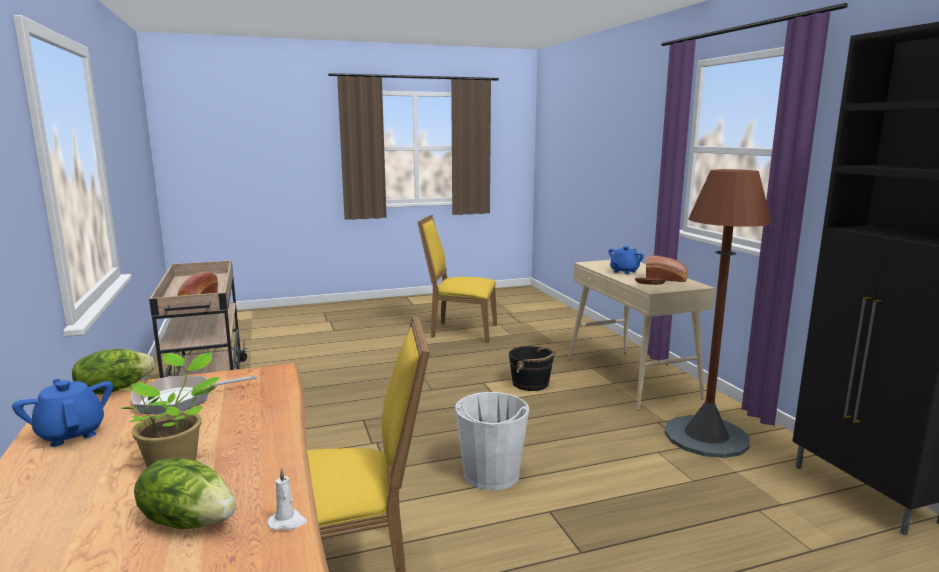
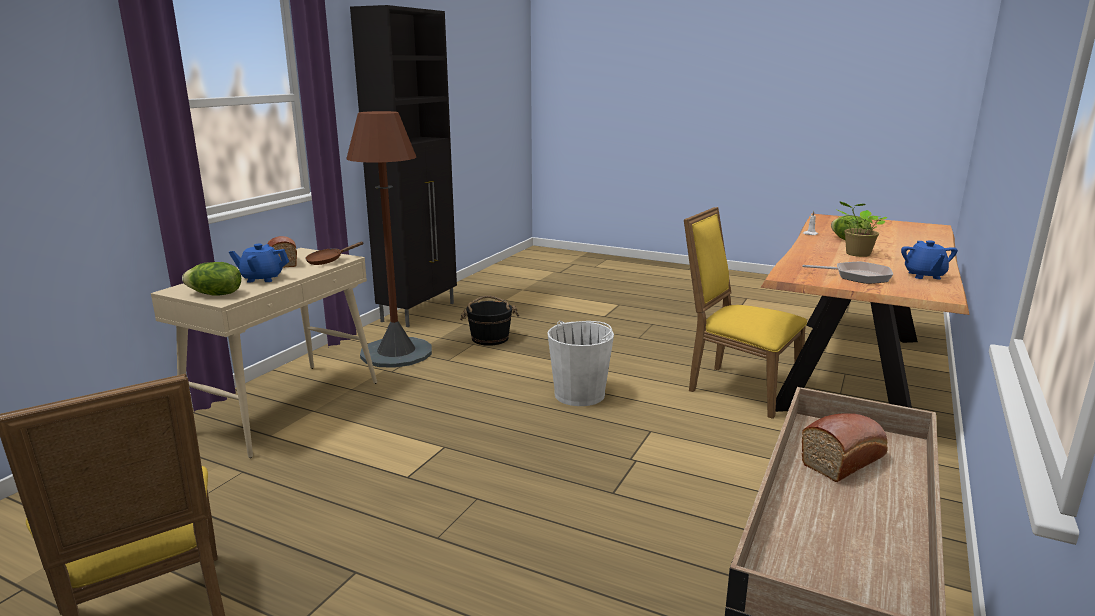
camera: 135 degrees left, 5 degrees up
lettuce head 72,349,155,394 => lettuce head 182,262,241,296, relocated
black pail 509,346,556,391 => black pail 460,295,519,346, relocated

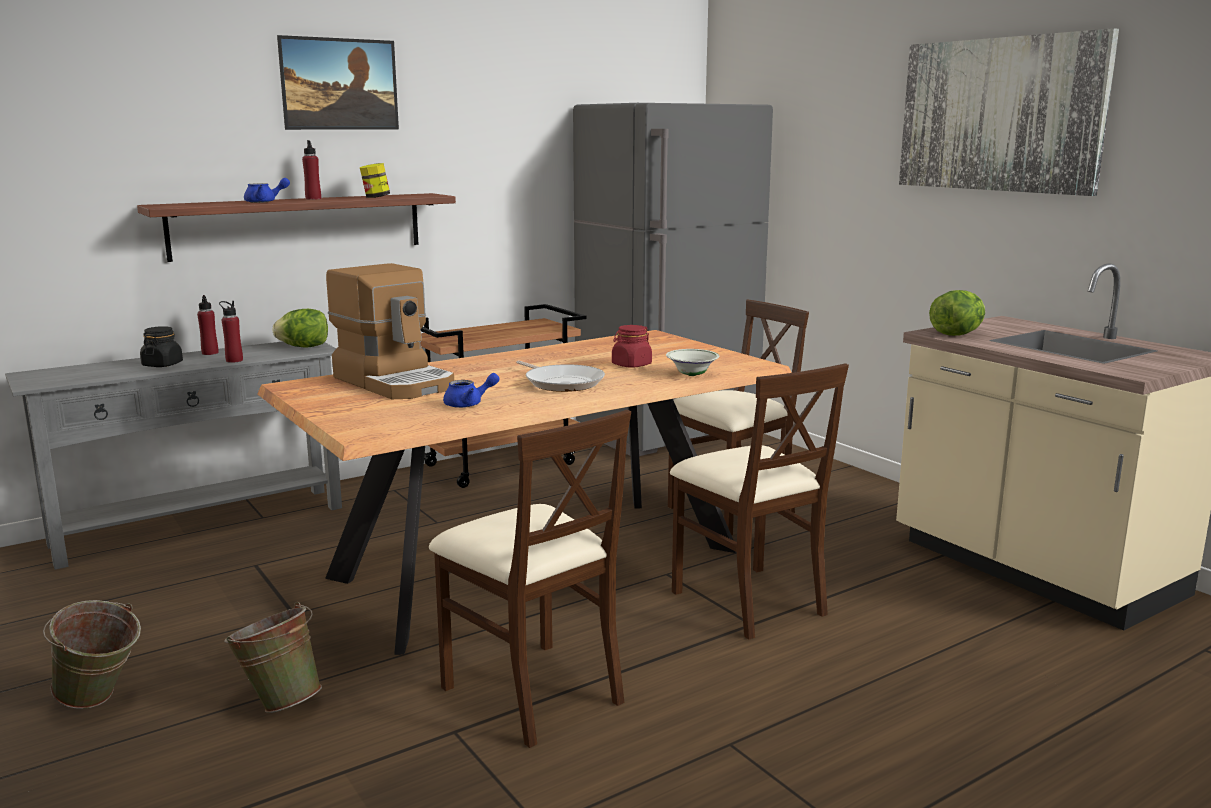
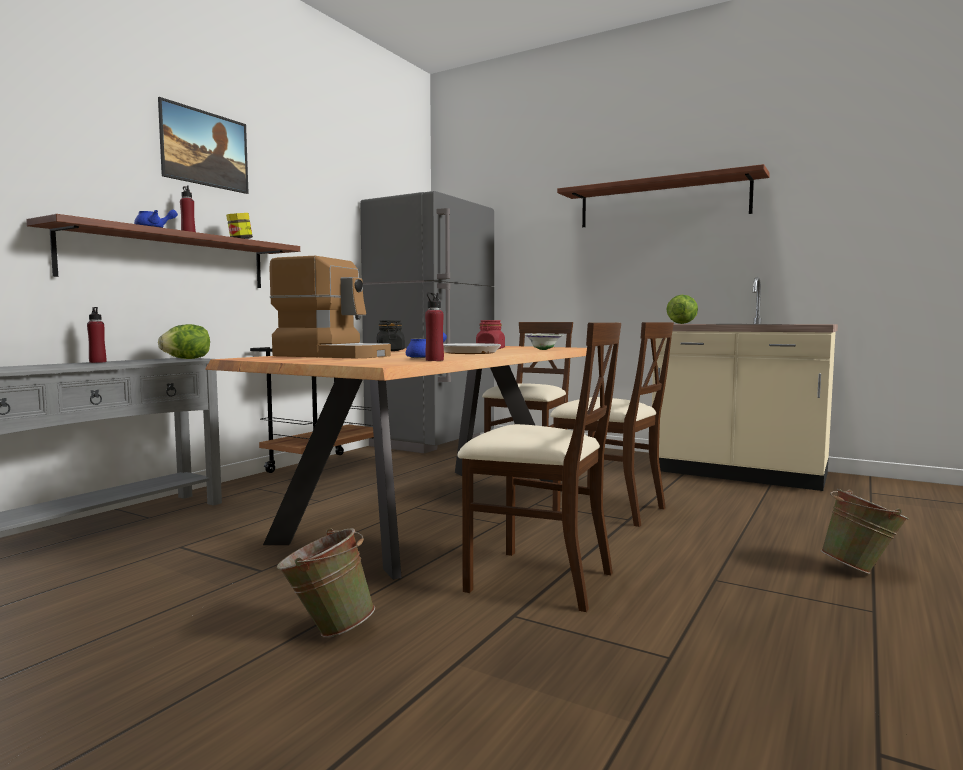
camera: 25 degrees left, 10 degrees down
green pail 43,600,141,709 => green pail 821,489,909,574, relocated
black jar 140,326,183,367 => black jar 377,320,405,351, relocated
red-coloured beverage bottle 219,301,243,363 => red-coloured beverage bottle 425,292,444,361, relocated
wall art 899,28,1119,196 => shelf 557,164,770,227

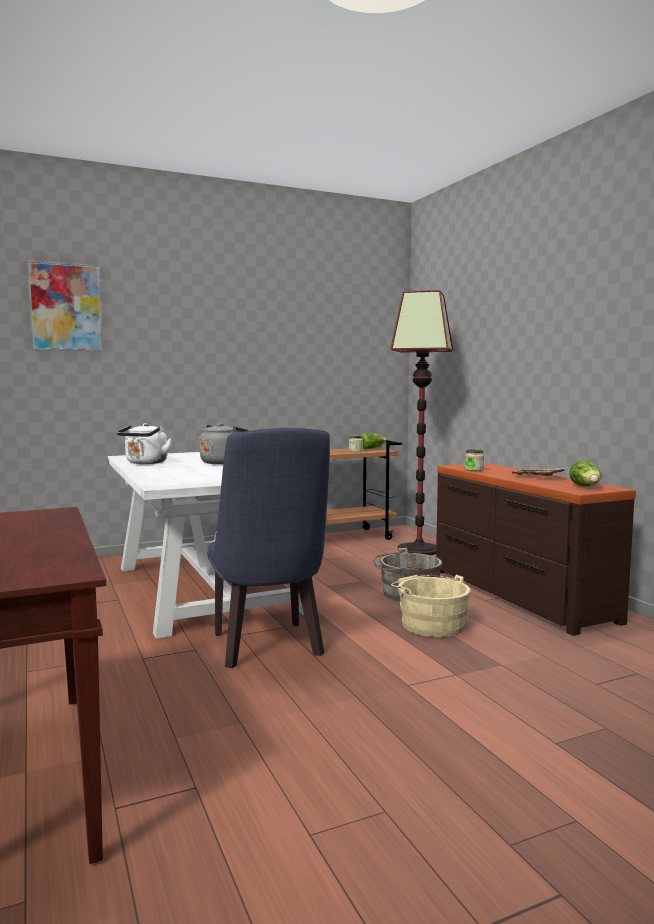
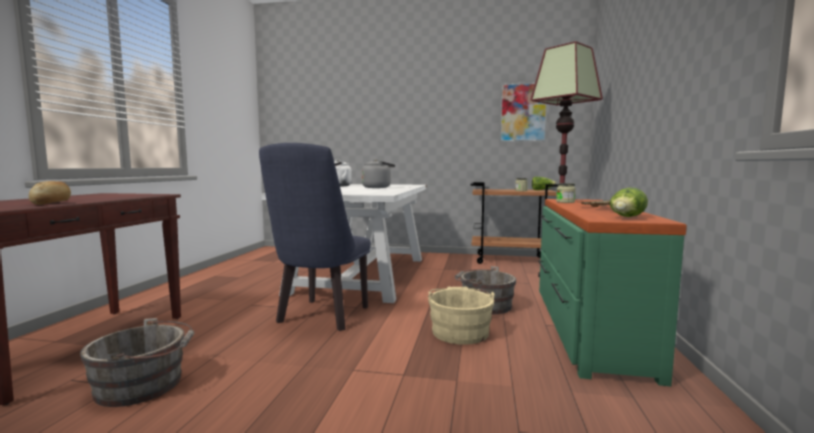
camera: 35 degrees right, 0 degrees up
nothing => baked bread 29,181,71,205
nothing => grey pail 80,318,194,407
wall art 27,260,103,351 => wall art 500,82,547,142, relocated
brown-coloured dresser 436,463,636,636 => green dresser 538,199,687,386

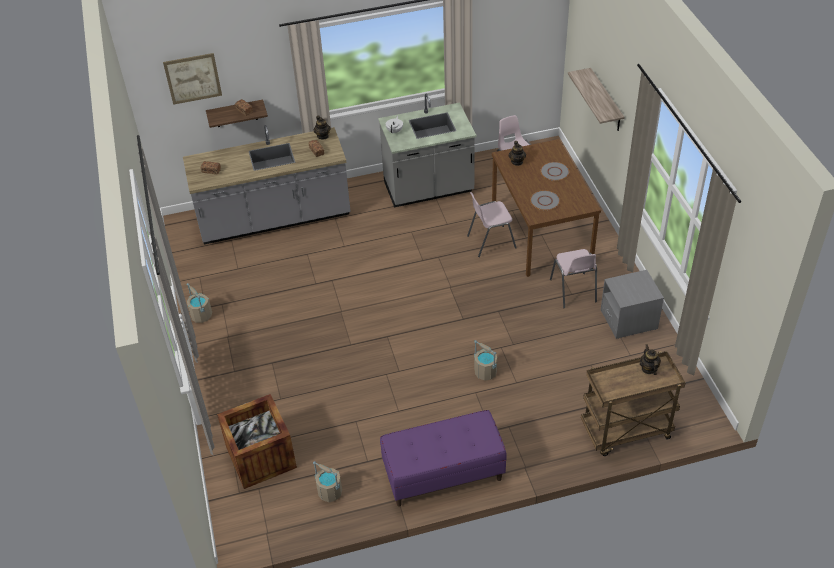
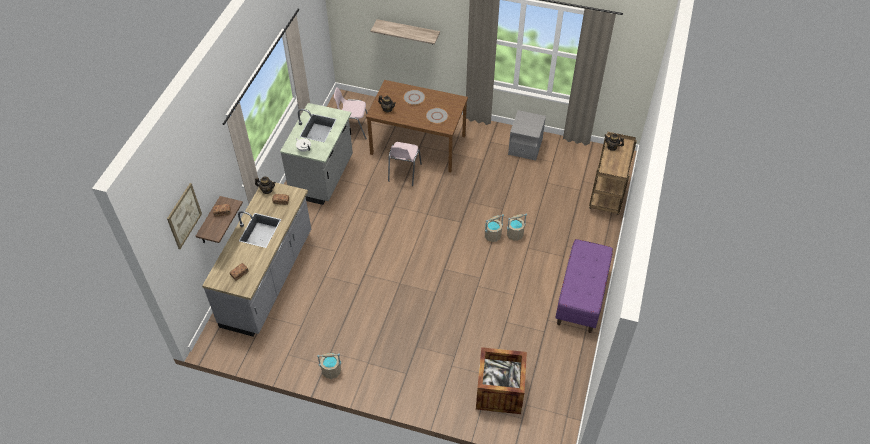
camera: 60 degrees left, 5 degrees up
pink-coloured chair 550,249,597,308 => nothing
beige pail 313,461,342,502 => beige pail 485,214,504,242, relocated

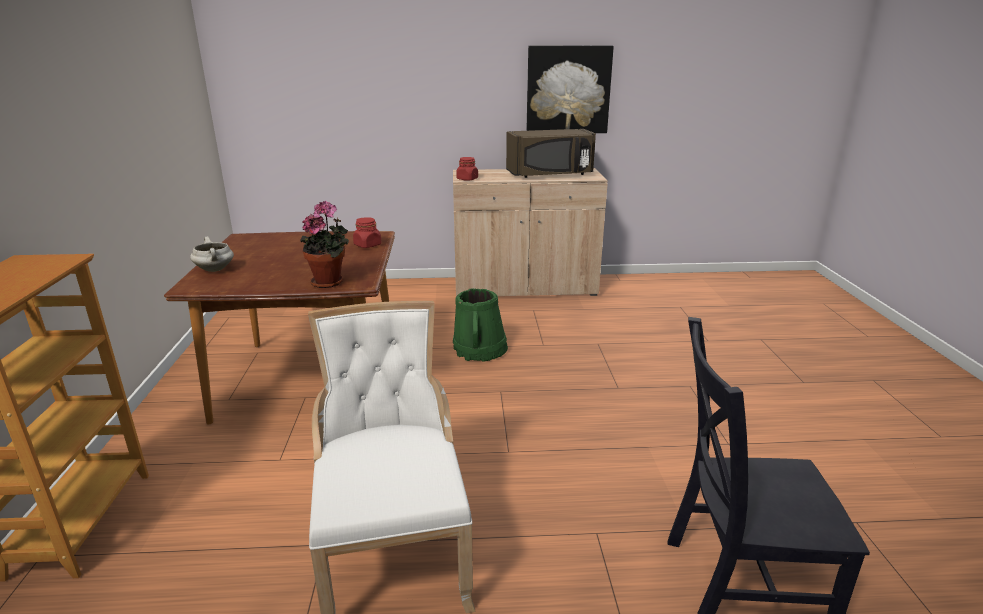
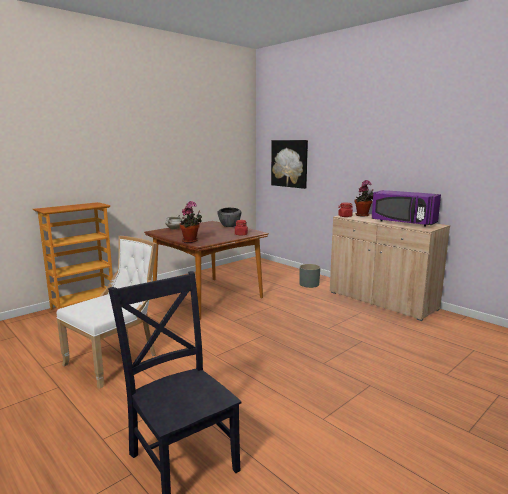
camera: 50 degrees right, 10 degrees down
green pail 453,288,508,361 => nothing
nothing => serving bowl 217,208,242,227
nothing => grey planter 300,264,320,288
nothing => houseplant 355,180,373,217
wall art 526,45,614,133 => wall art 271,140,308,189, relocated
brown-coloured microwave 506,129,596,178 => purple microwave 372,190,441,227

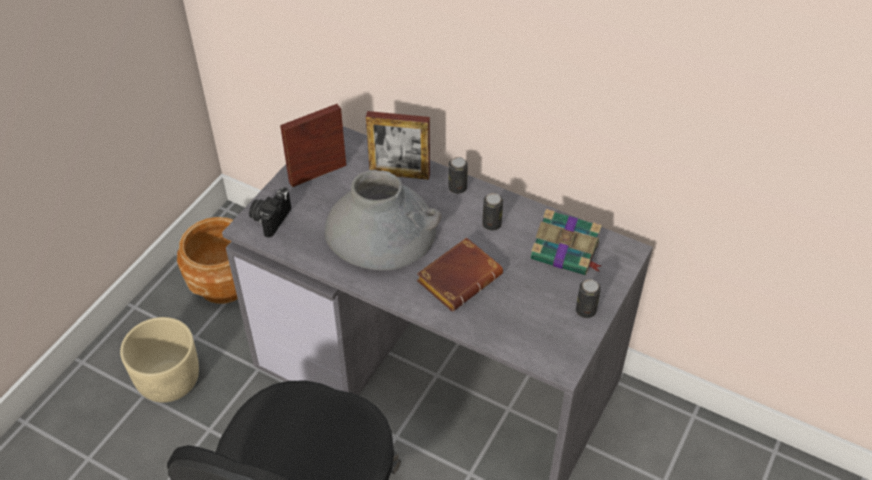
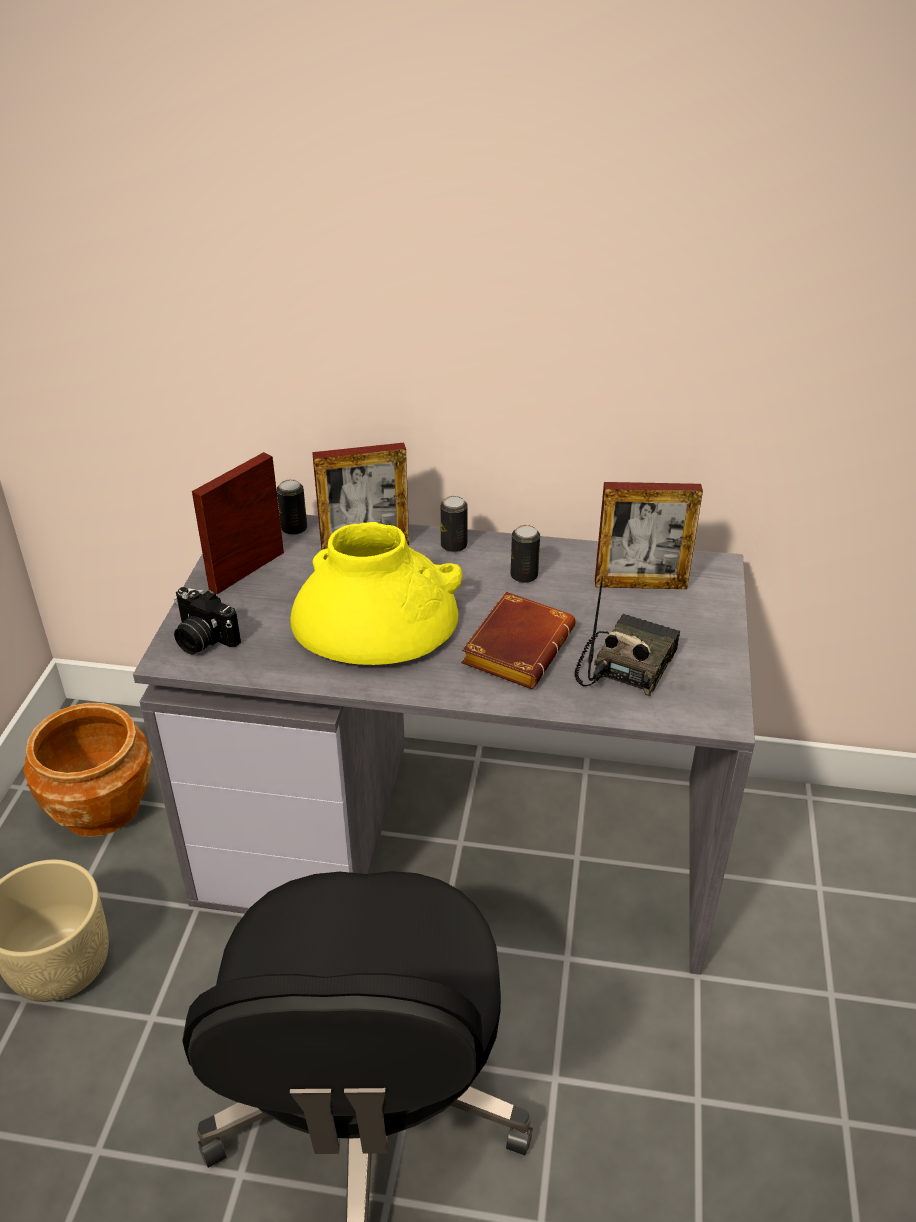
camera: 20 degrees left, 10 degrees down
nothing => radio receiver 574,576,680,696
can 576,279,601,318 => can 277,479,307,535, relocated
volume 531,209,602,275 => picture frame 595,482,703,589
grey vase 325,170,441,270 => yellow-coloured vase 290,522,462,665
photo camera 249,187,291,238 => photo camera 174,587,241,655, 60 degrees counterclockwise

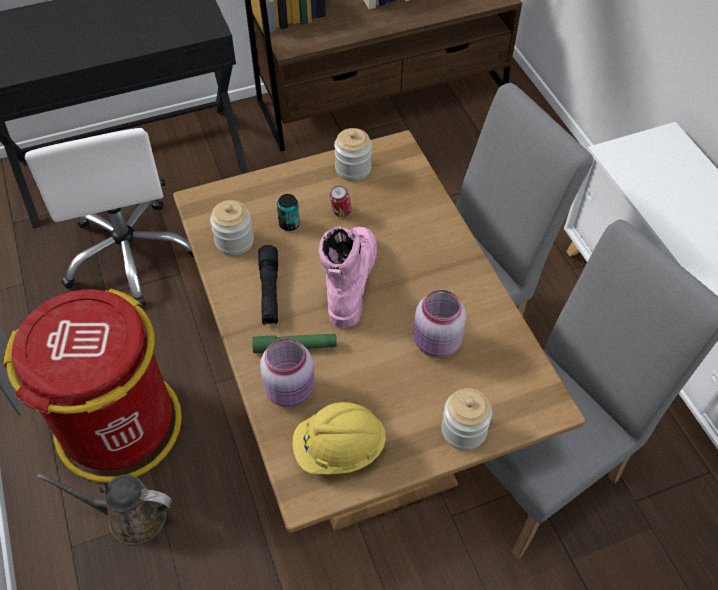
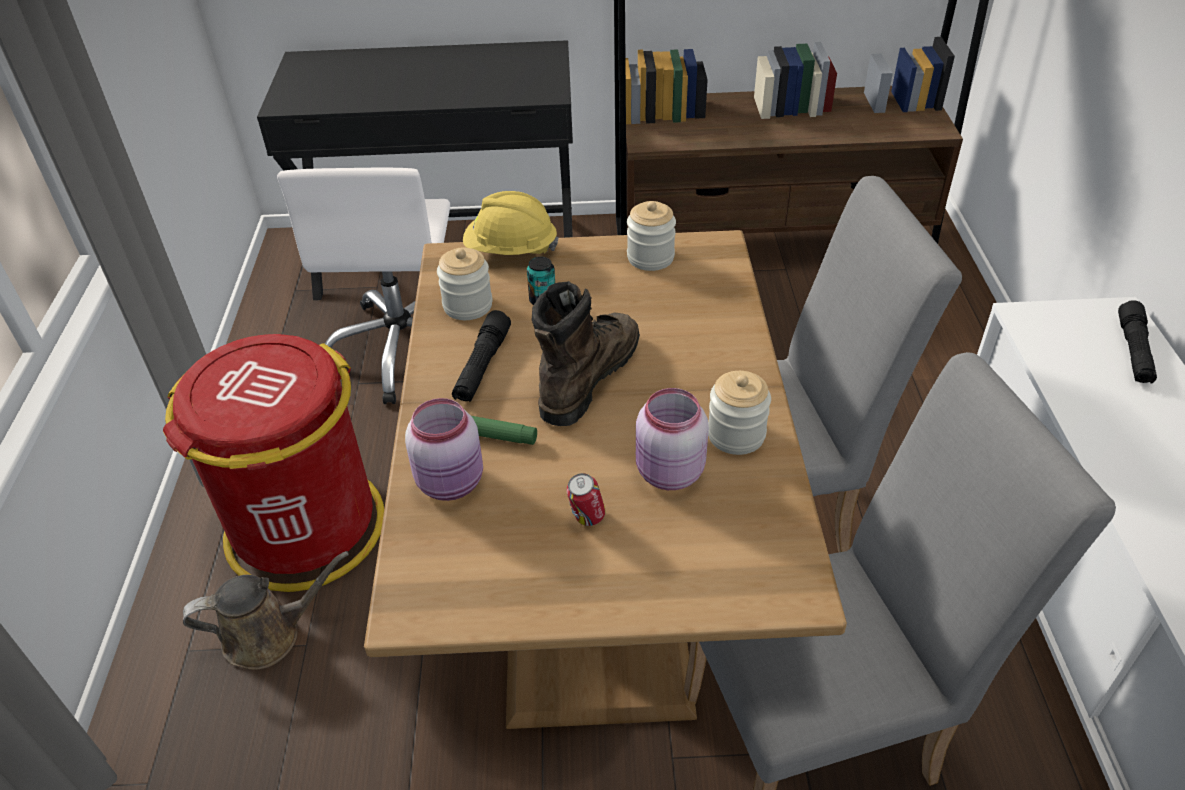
camera: 20 degrees right, 10 degrees down
nothing => black torch 1118,300,1157,384
yellow-coloured hard hat 293,402,386,474 => yellow-coloured hard hat 463,191,559,255, relocated
can 330,186,352,217 => can 566,473,605,526, relocated
jar 441,388,492,450 => jar 708,371,771,455, relocated
pink-coloured tall boot 318,226,377,327 => brown-coloured tall boot 532,281,640,426
brown-coloured watering can 37,473,172,545 => brown-coloured watering can 183,551,349,670, 135 degrees clockwise

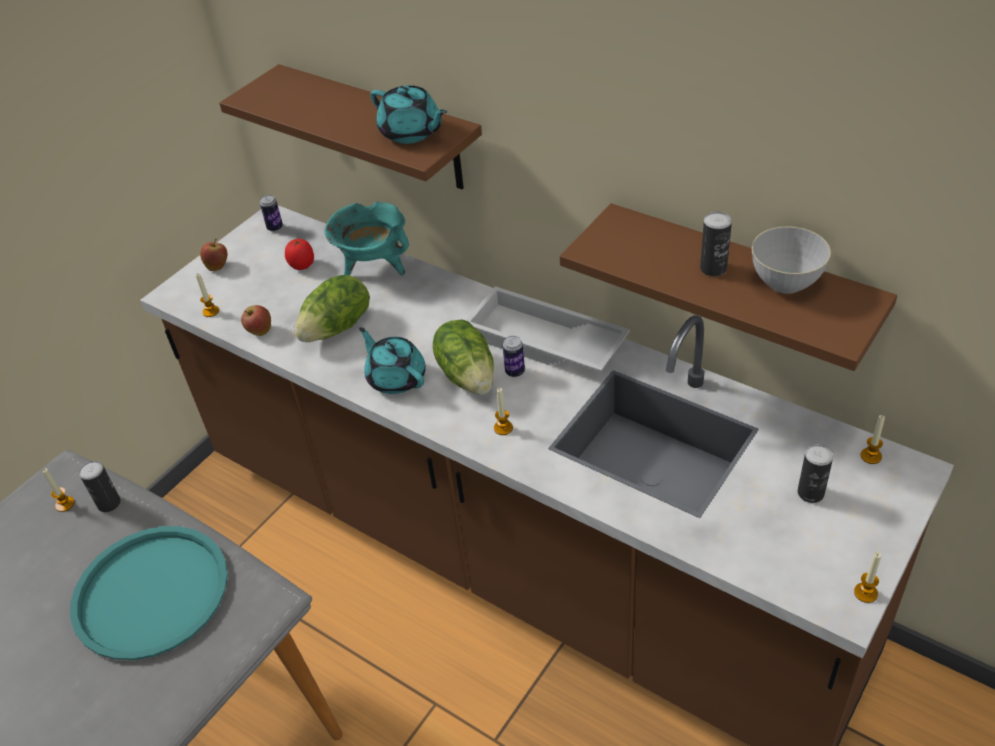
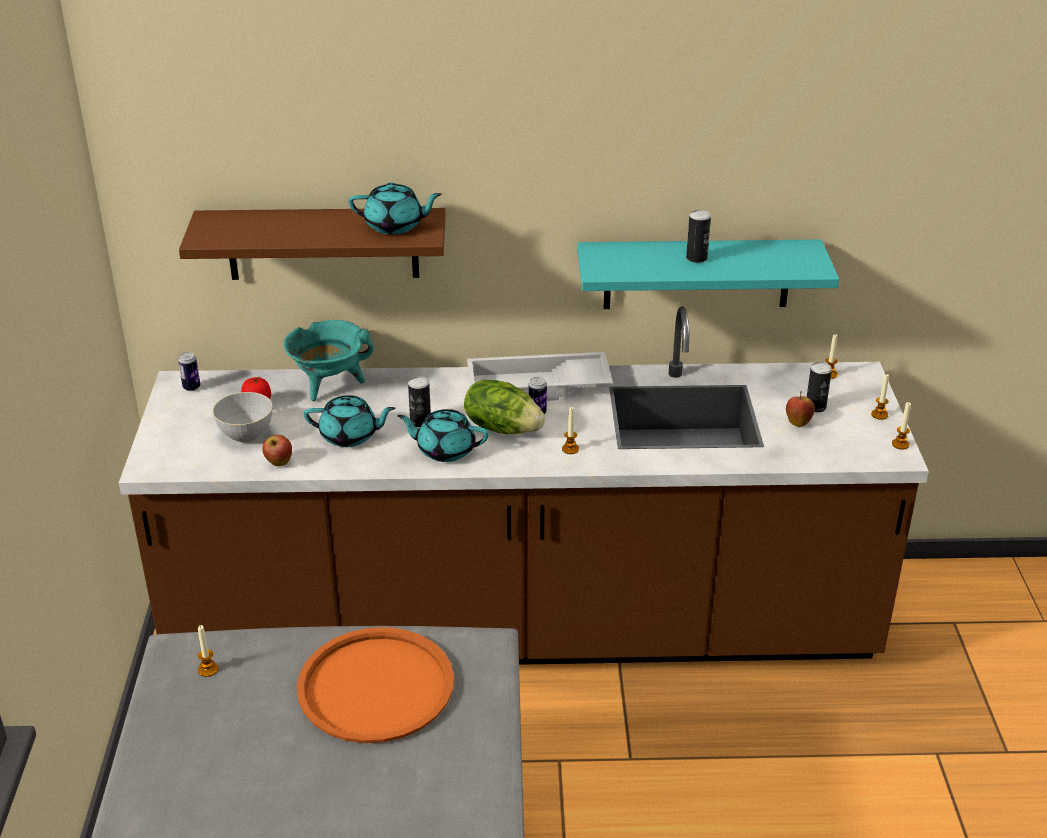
camera: 40 degrees left, 10 degrees down
can 79,461,121,512 => can 408,376,431,427, relocated
wax light 196,273,219,317 => wax light 871,374,889,420, relocated
whole apple 200,239,227,271 => whole apple 786,391,815,427, relocated
grey serving bowl 752,227,831,294 => grey serving bowl 213,392,273,443, relocated
lettuce head 294,275,370,342 => turquoise-coloured teapot 304,395,395,447
turquoise-coloured tray 70,526,228,660 => orangey tray 297,627,454,743
brown-coloured shelf 560,203,897,371 => turquoise-coloured shelf 577,239,839,309

